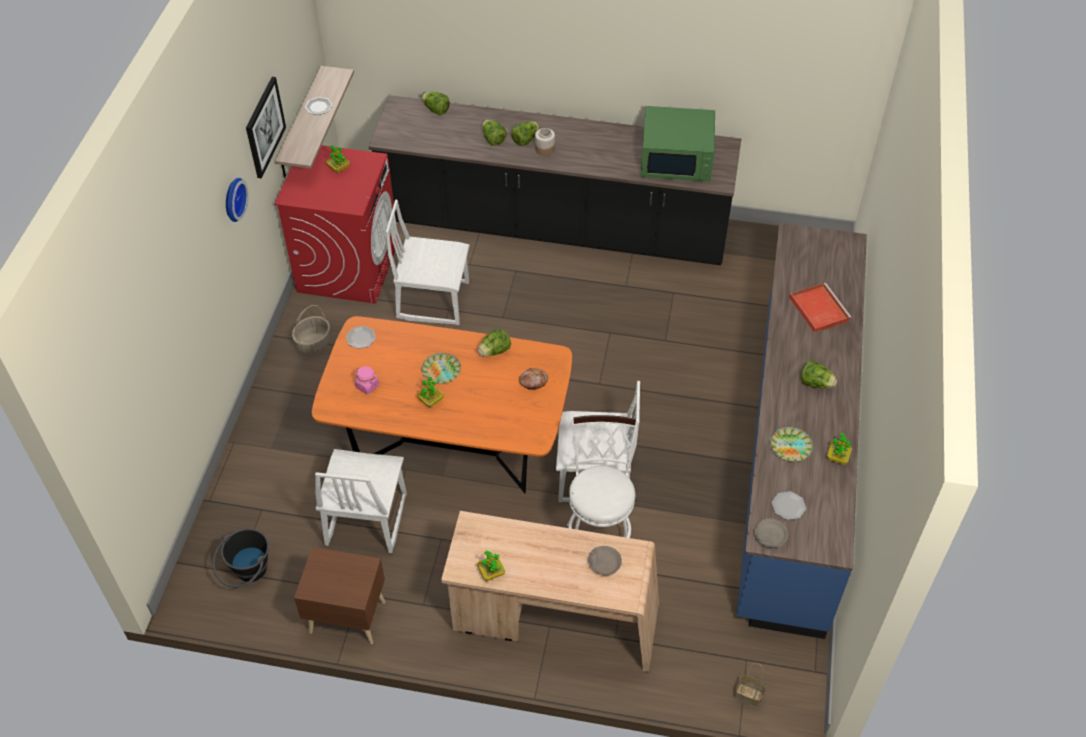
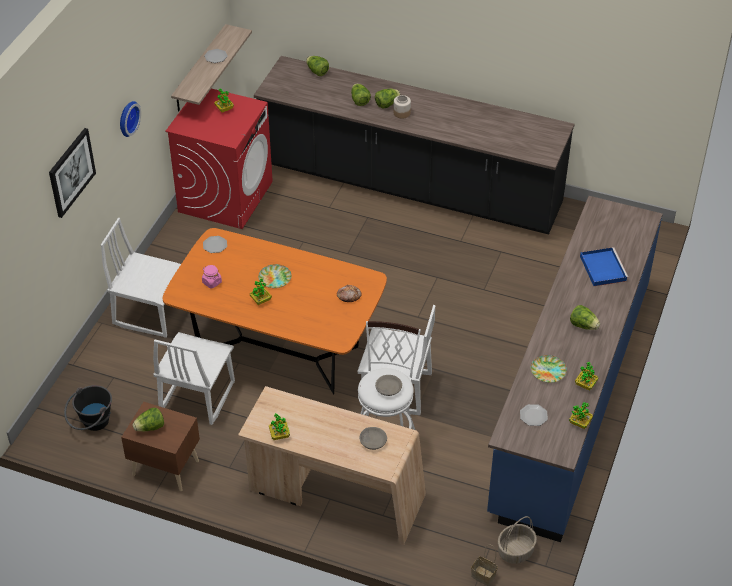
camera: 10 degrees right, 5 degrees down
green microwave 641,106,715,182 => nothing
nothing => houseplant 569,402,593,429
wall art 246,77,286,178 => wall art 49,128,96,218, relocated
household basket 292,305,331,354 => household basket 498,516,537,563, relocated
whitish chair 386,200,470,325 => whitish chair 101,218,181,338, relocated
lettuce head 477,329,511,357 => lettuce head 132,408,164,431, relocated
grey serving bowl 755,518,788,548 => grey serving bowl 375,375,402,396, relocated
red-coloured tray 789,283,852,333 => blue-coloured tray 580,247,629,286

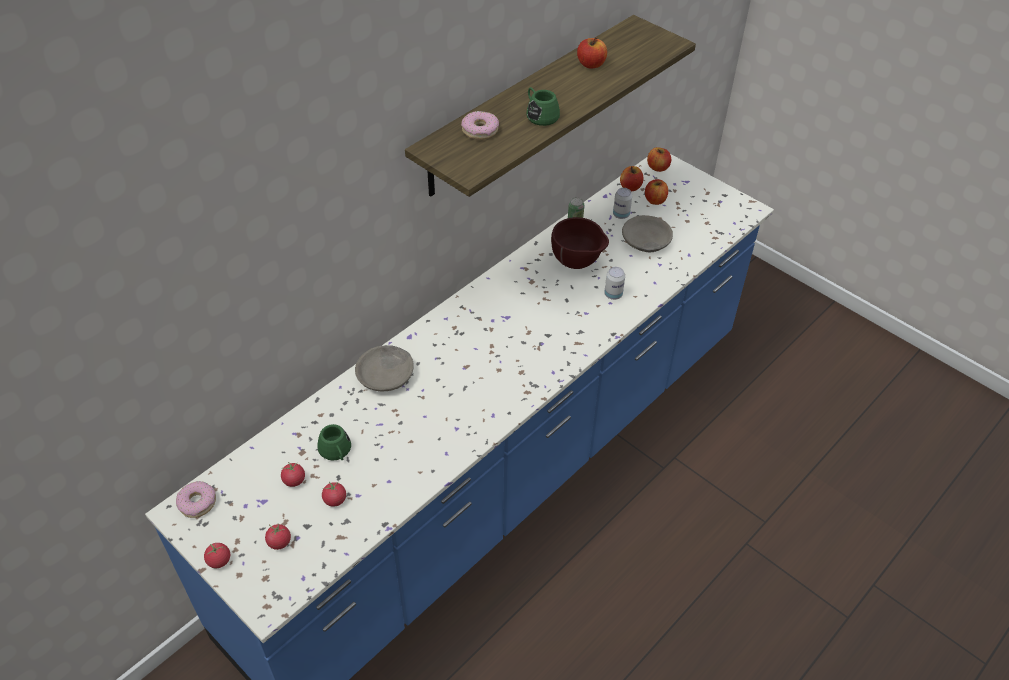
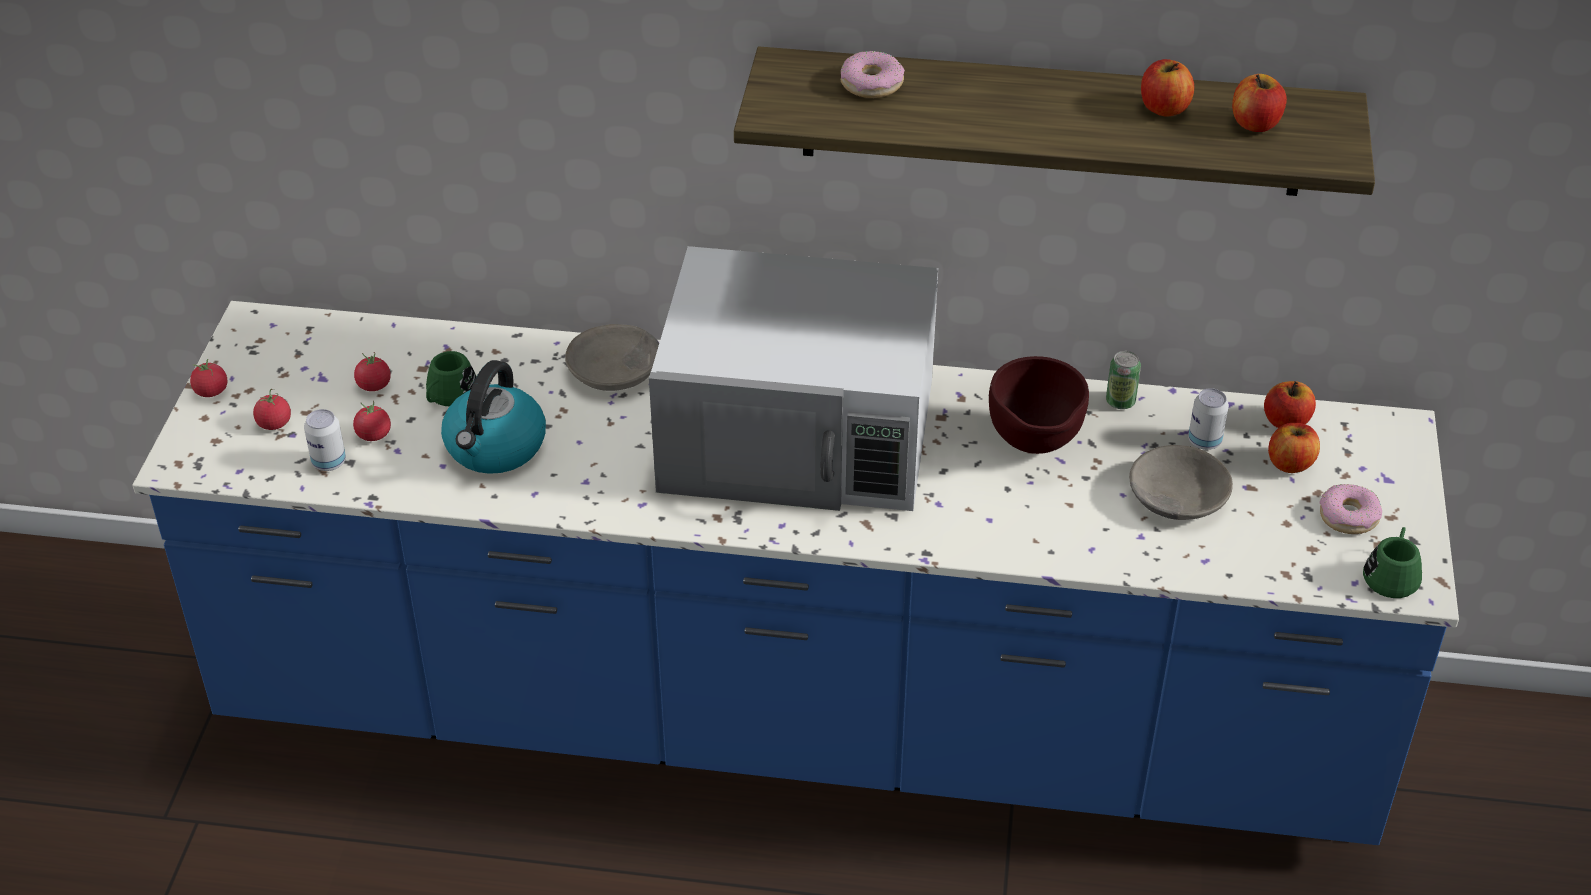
camera: 55 degrees right, 5 degrees down
nothing => tea kettle 441,360,546,474
nothing => whitish microwave 649,246,938,511
ring doughnut 176,481,216,518 => ring doughnut 1320,484,1382,534, relocated
green tea mug 526,87,560,126 => green tea mug 1363,527,1422,598, relocated
can 604,267,625,300 => can 304,409,346,471, relocated
whole apple 647,147,671,172 => whole apple 1232,74,1287,132, relocated

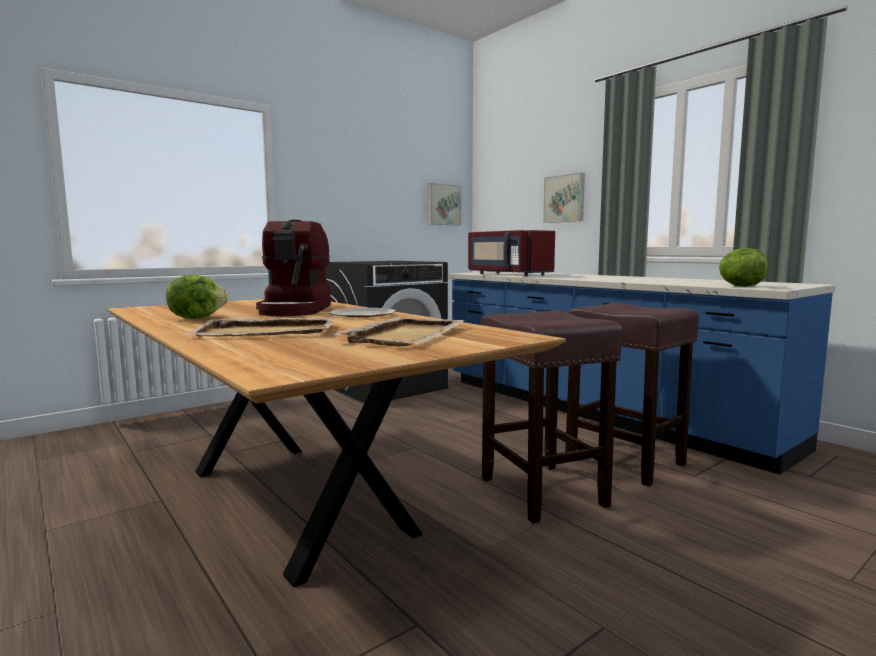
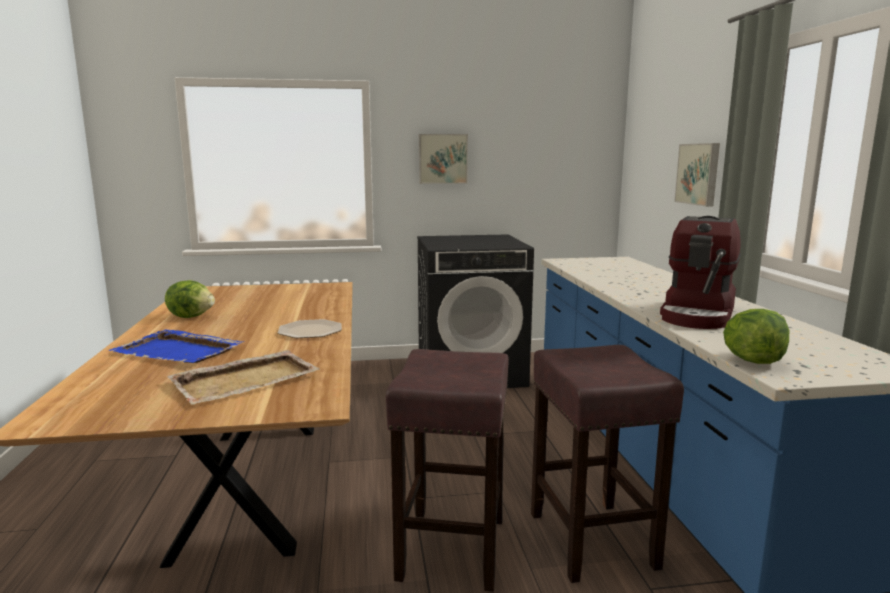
camera: 30 degrees right, 5 degrees up
red-coloured microwave 468,230,555,276 => nothing
coffee maker 256,220,331,316 => coffee maker 660,216,741,329, relocated
wall art 428,183,462,225 => wall art 419,134,468,184, relocated
beige tray 184,317,335,337 => blue-coloured tray 108,329,245,363

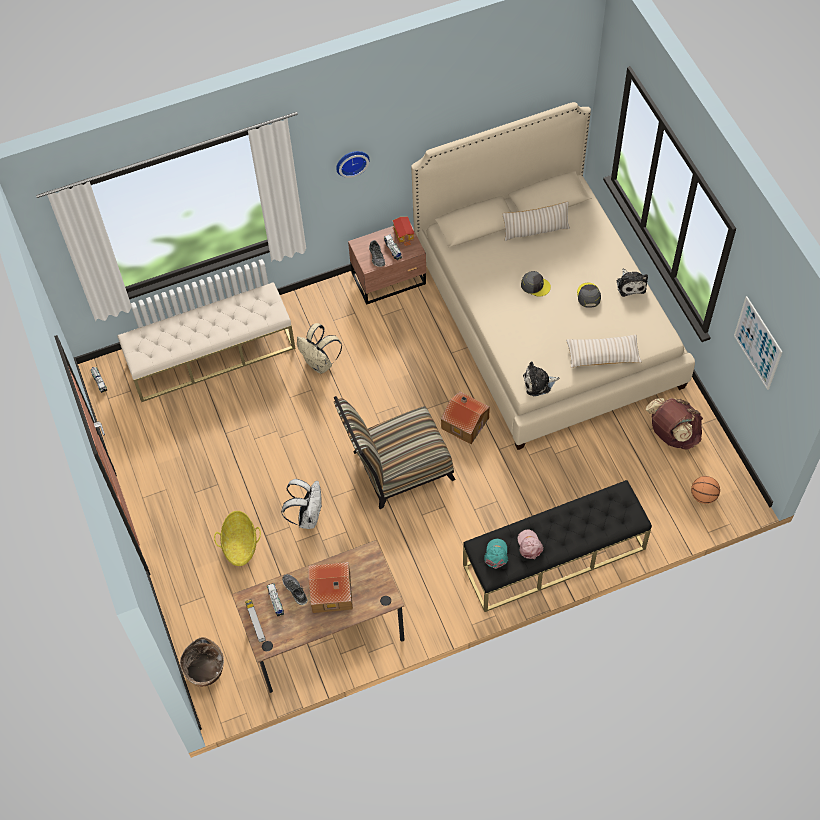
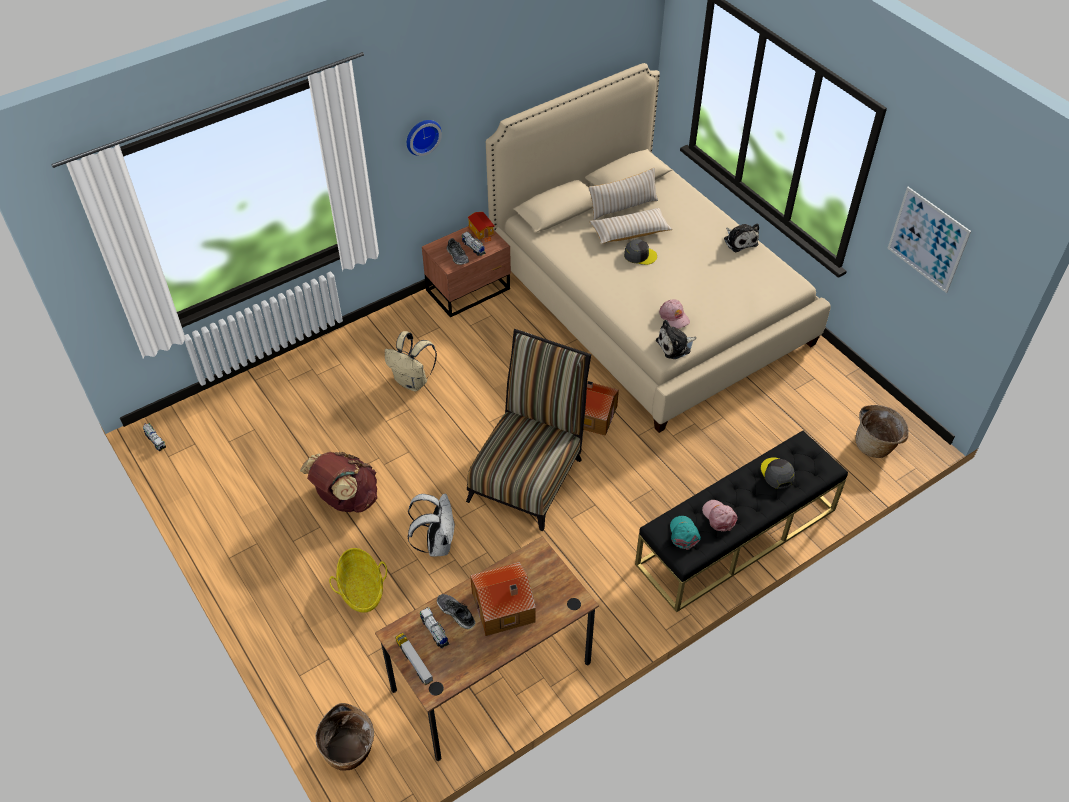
camera: 15 degrees left, 10 degrees down
beige indoor bench 118,282,296,402 => nothing
nothing => pink-coloured cap 659,299,690,329
beige pillow 566,334,642,368 => beige pillow 590,208,672,244, relocated
grey cap 577,283,601,308 => grey cap 761,457,795,489, relocated
brown-coloured backpack 646,398,703,449 => brown-coloured backpack 300,452,377,512, relocated
basketball ball 691,476,720,504 => household basket 855,405,909,458
chair 334,396,456,509 => chair 466,329,591,531, 150 degrees clockwise

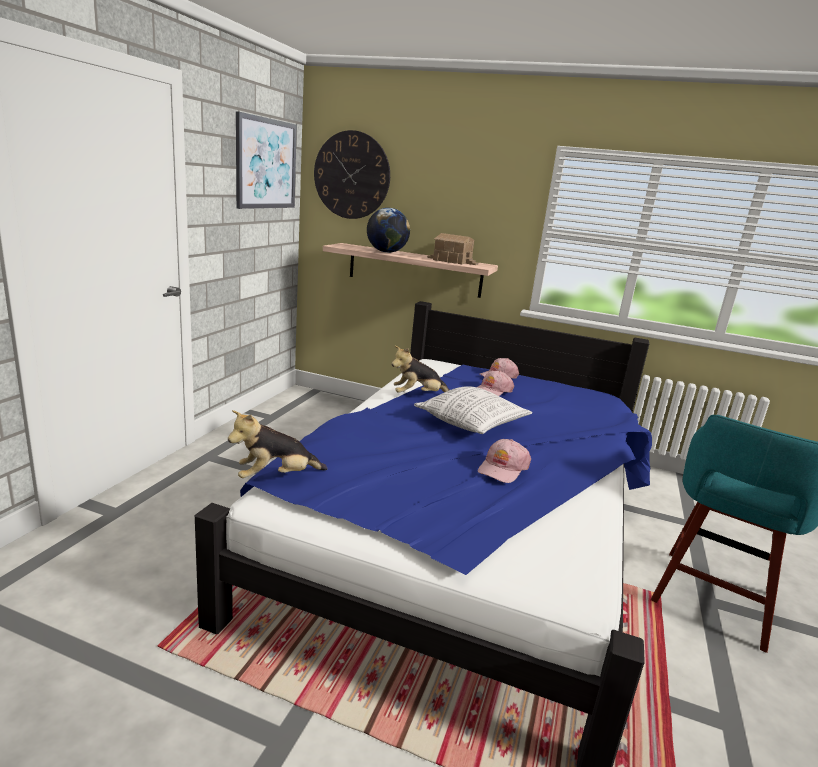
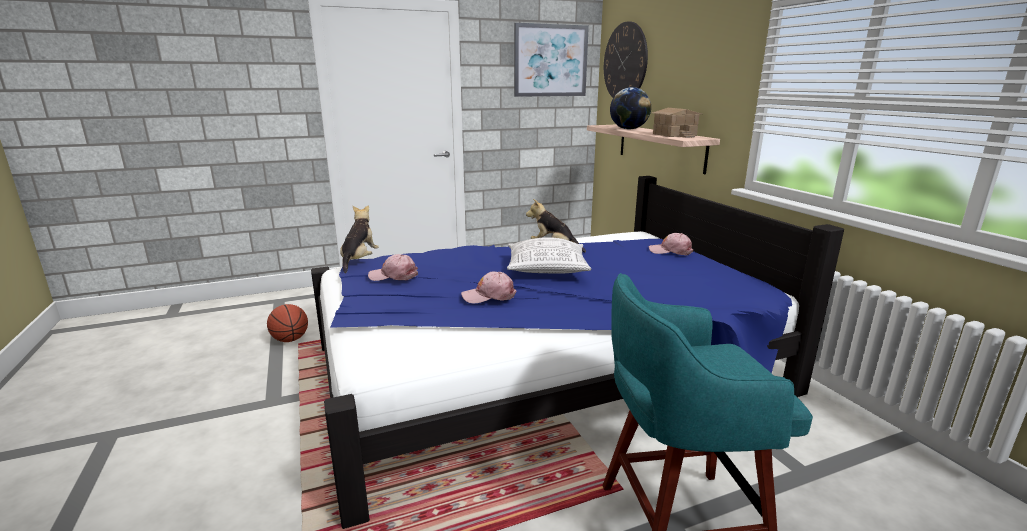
camera: 50 degrees right, 0 degrees up
nothing => basketball ball 267,304,308,342
pink-coloured cap 477,371,514,396 => pink-coloured cap 368,254,418,281, relocated
cuddly toy 228,410,328,478 => cuddly toy 340,206,379,273, 75 degrees clockwise

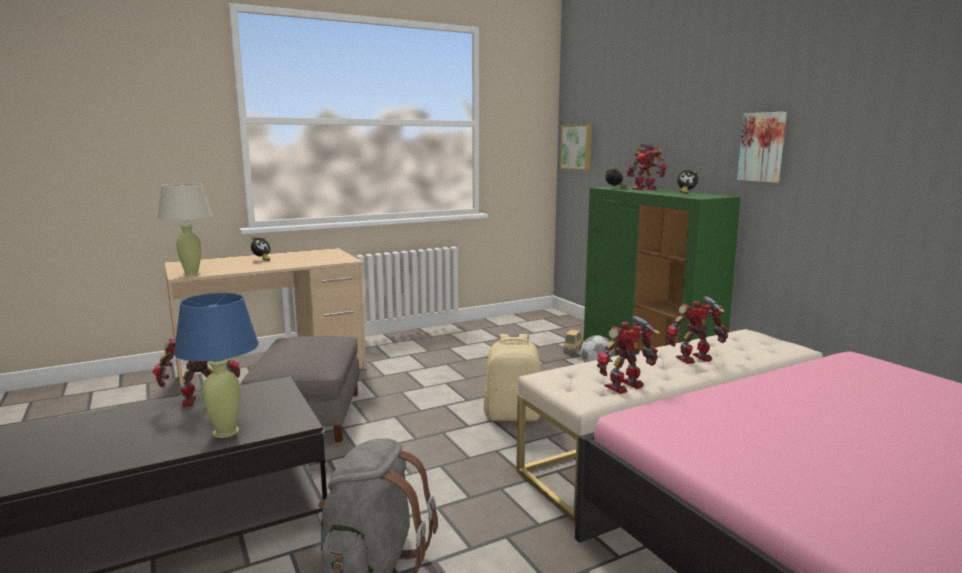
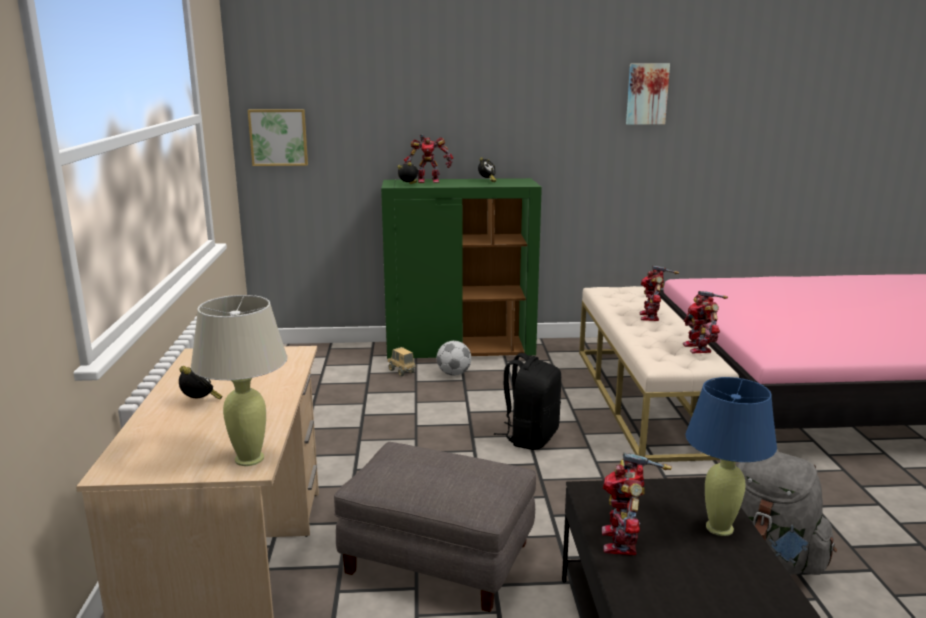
camera: 65 degrees left, 5 degrees up
wall art 737,112,787,183 => wall art 626,64,670,125, relocated
beige backpack 484,334,541,421 => black backpack 494,353,561,450

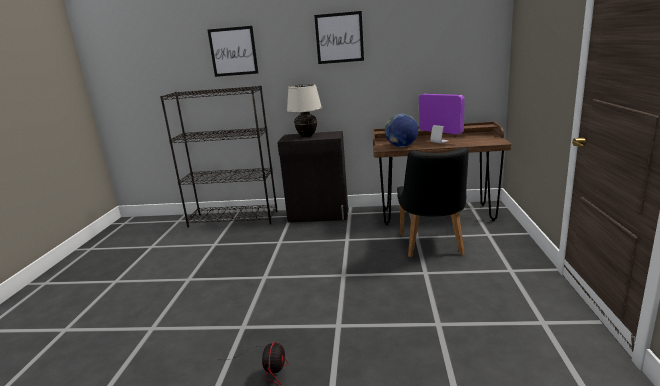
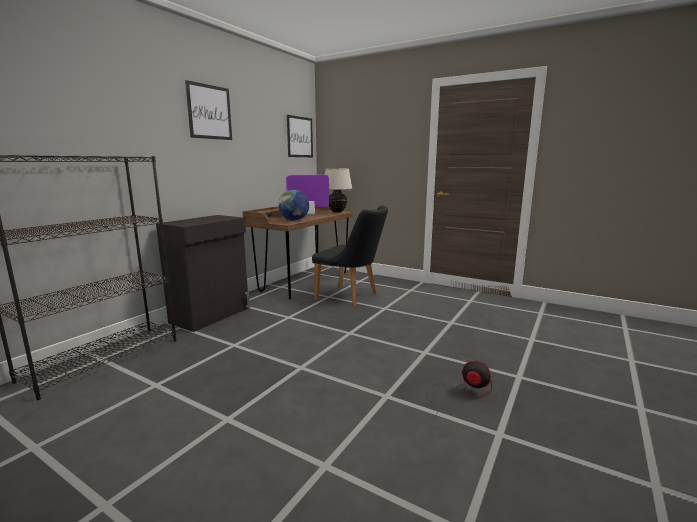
camera: 65 degrees left, 5 degrees down
wall art 208,26,258,77 => wall art 287,115,313,157, relocated
beige table lamp 287,84,322,137 => beige table lamp 325,168,353,213, relocated

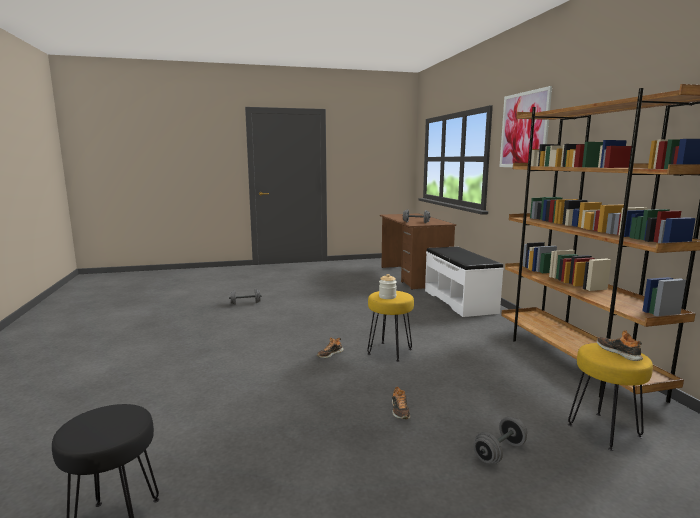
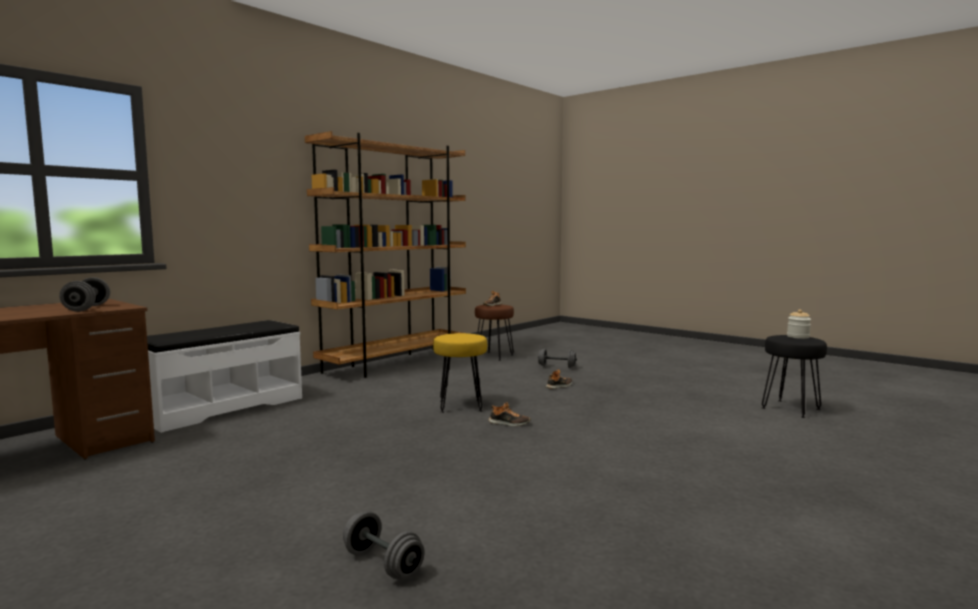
camera: 125 degrees left, 5 degrees down
wall art 499,86,552,167 => nothing
jar 379,274,397,299 => jar 787,309,811,339, relocated
yellow-coloured stool seat 568,343,653,451 => brown-coloured stool seat 475,304,514,361

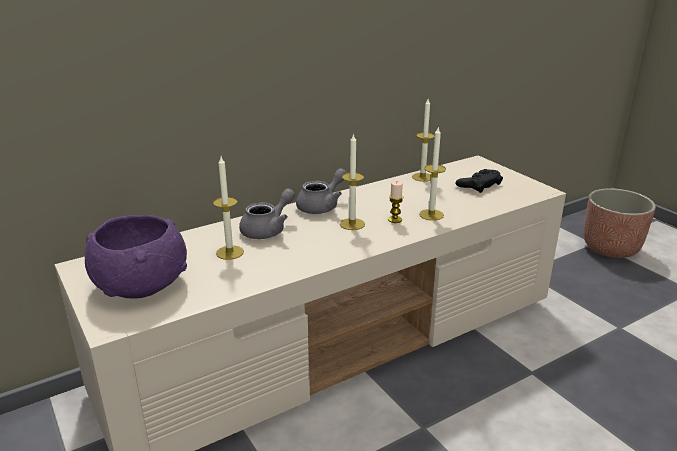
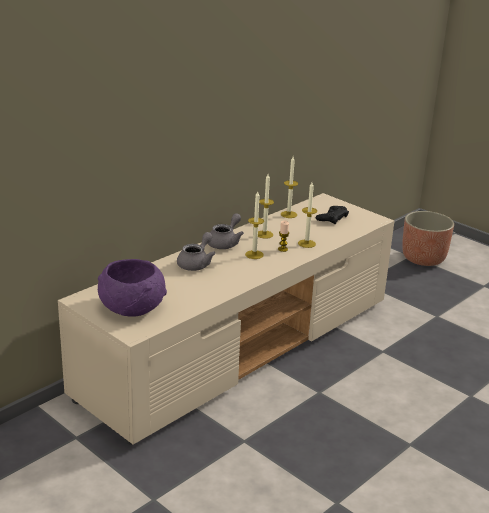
camera: 15 degrees left, 0 degrees up
wax light 213,157,244,260 => wax light 258,174,274,239, relocated

